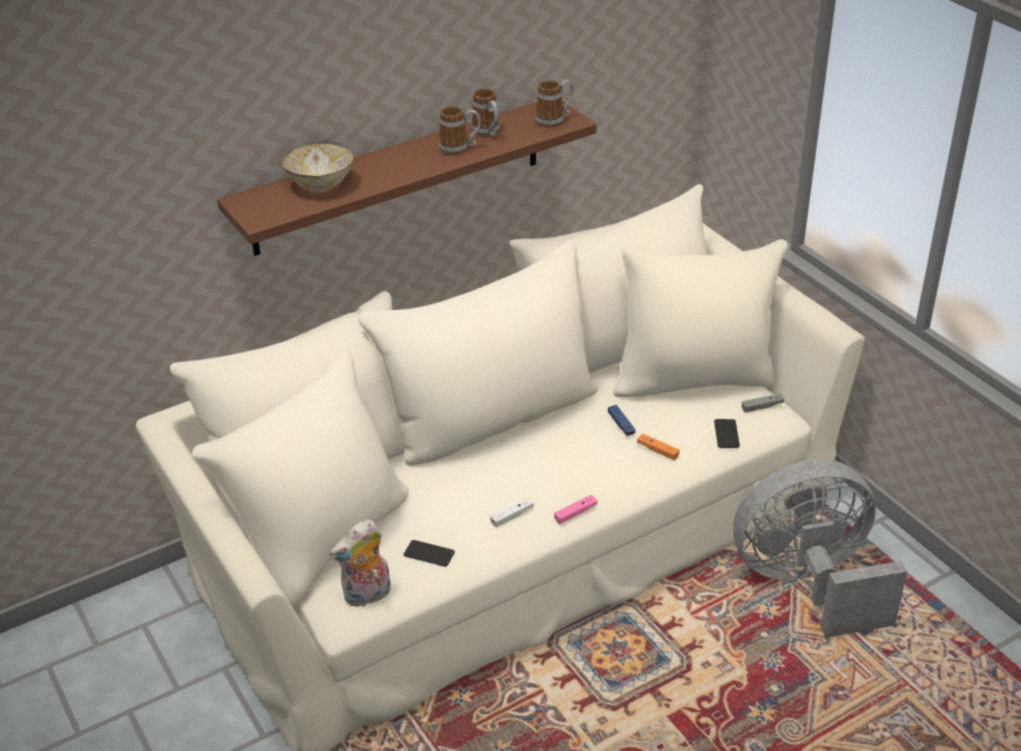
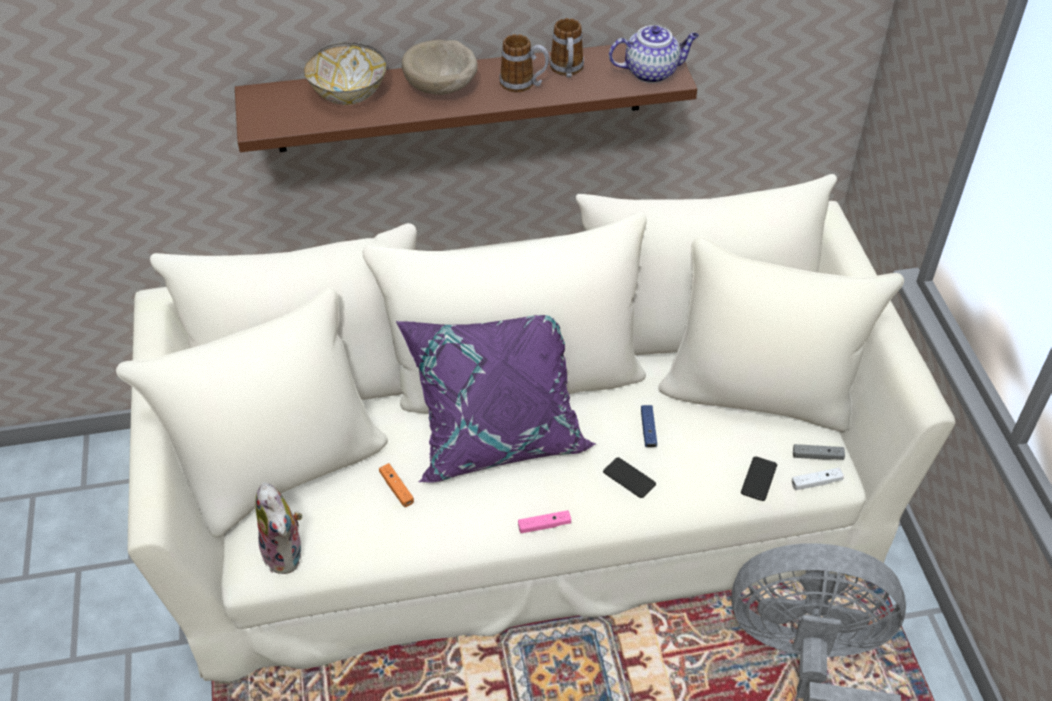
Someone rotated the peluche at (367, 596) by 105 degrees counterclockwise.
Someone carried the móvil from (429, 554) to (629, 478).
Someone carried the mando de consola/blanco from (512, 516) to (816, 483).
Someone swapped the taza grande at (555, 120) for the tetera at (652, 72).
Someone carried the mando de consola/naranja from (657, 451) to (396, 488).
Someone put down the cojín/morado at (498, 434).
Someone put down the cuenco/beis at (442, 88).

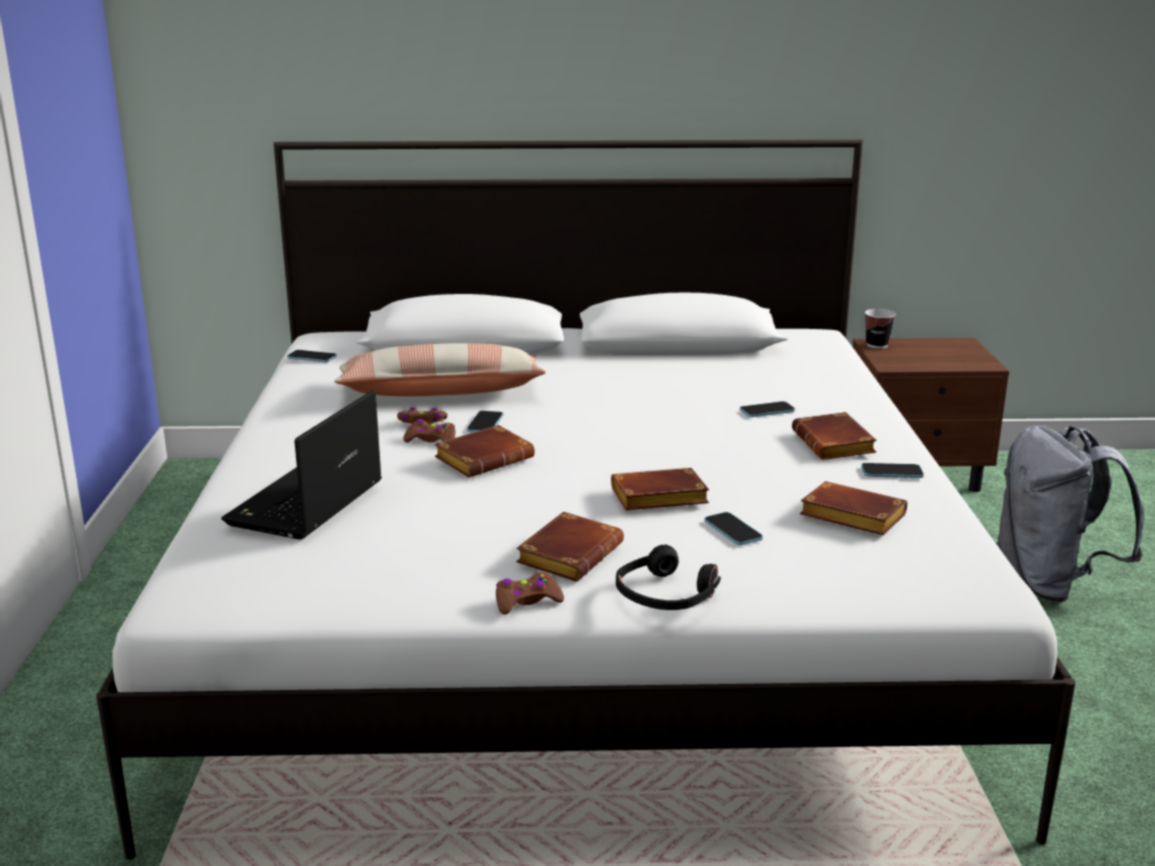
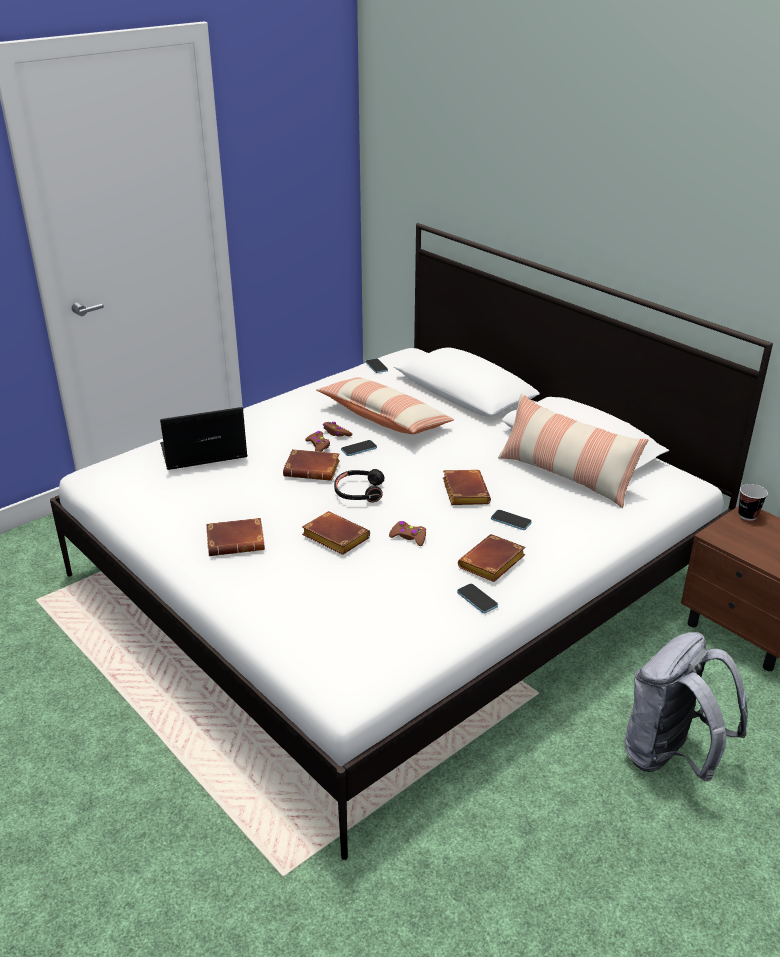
Someone carried the mando de consola/marrón from (527, 601) to (408, 537).
Someone carried the auriculares/negro from (665, 595) to (359, 492).
Someone took away the móvil at (733, 530).
Someone carried the libro/marrón from (849, 517) to (463, 491).
Someone put down the cojín at (566, 475).

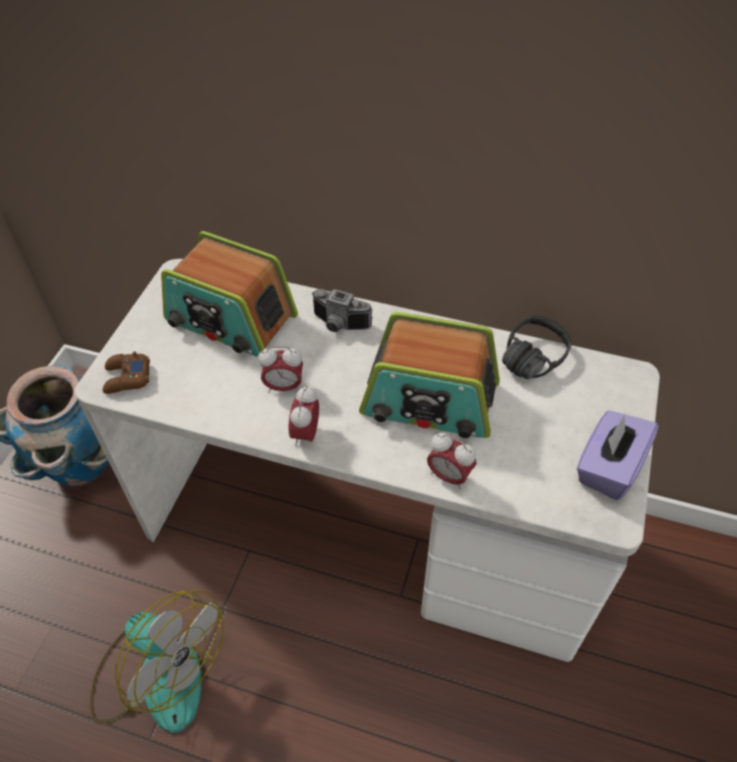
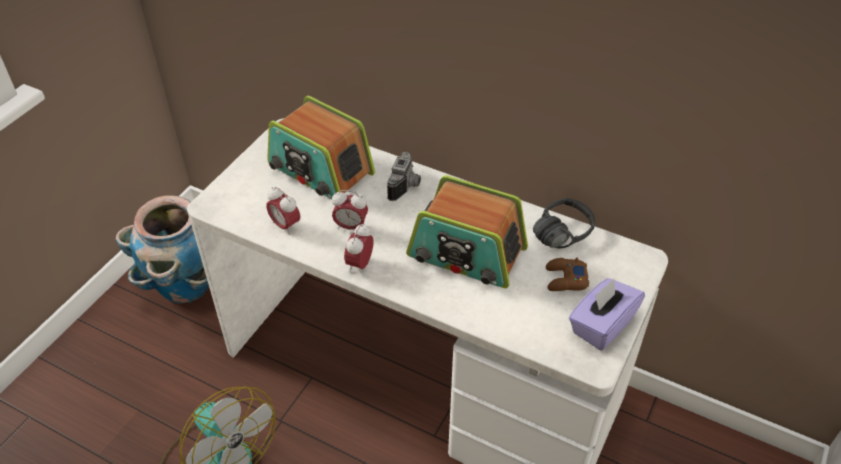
Someone carried the mando de consola/marrón from (126, 378) to (565, 279).
Someone rotated the cámara at (338, 325) by 105 degrees counterclockwise.
Someone carried the despertador from (449, 476) to (285, 225).

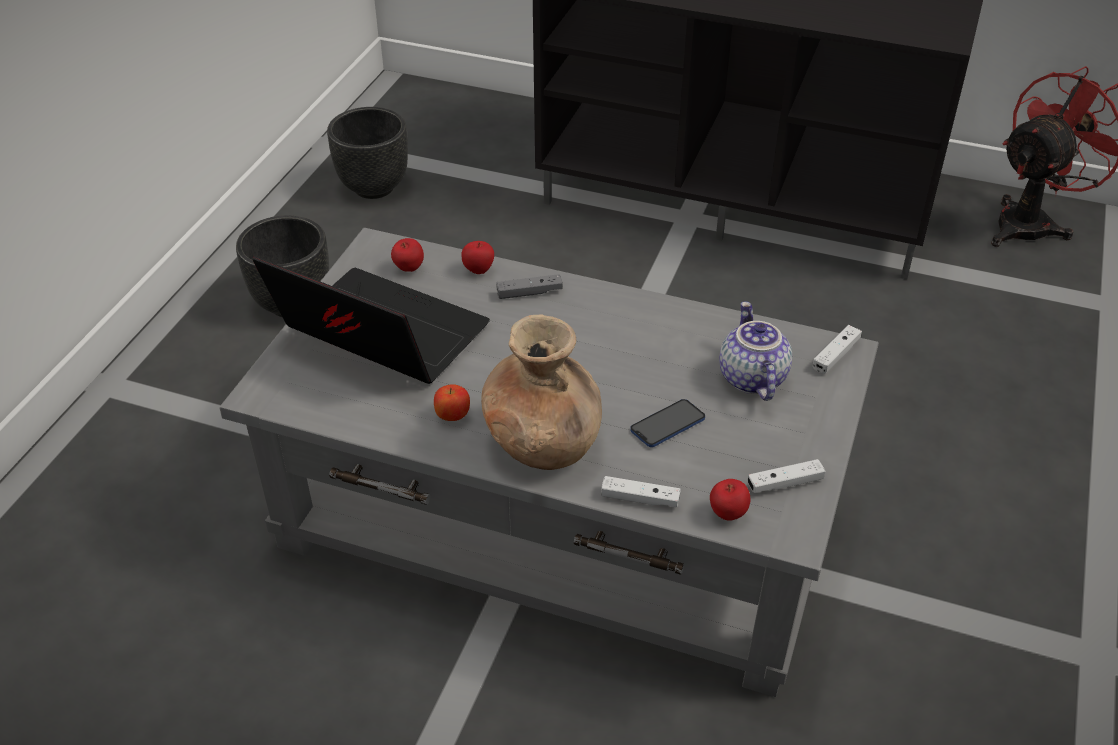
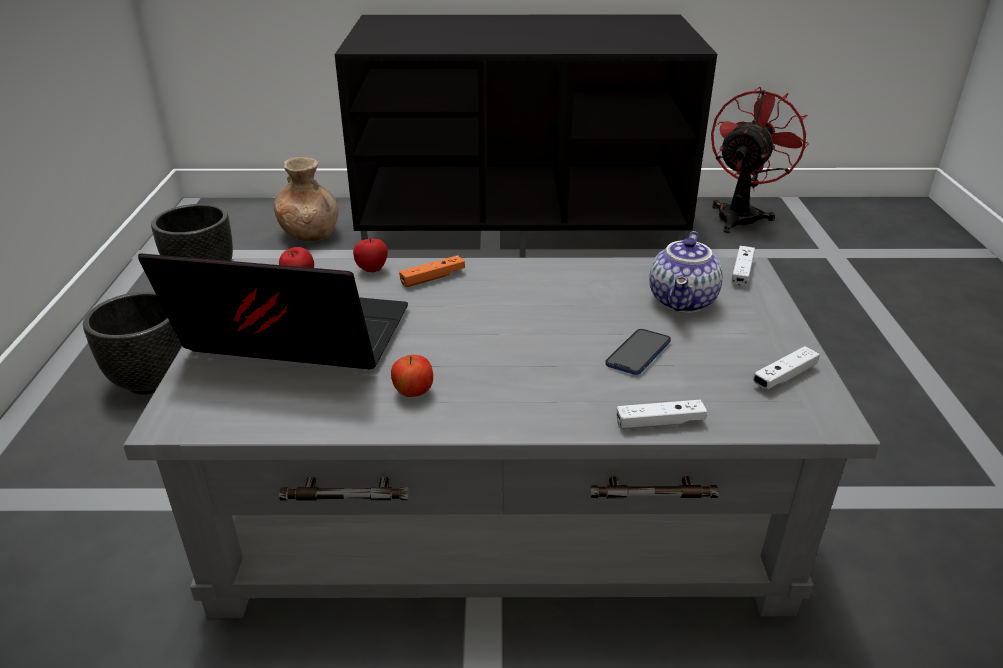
Someone carried the florero/marrón from (543, 444) to (310, 234).
Someone repainted the mando de consola/gris at (529, 293), which became the mando de consola/naranja at (433, 278).
Someone took away the manzana at (727, 514).
Someone rotated the tetera at (750, 378) by 135 degrees counterclockwise.

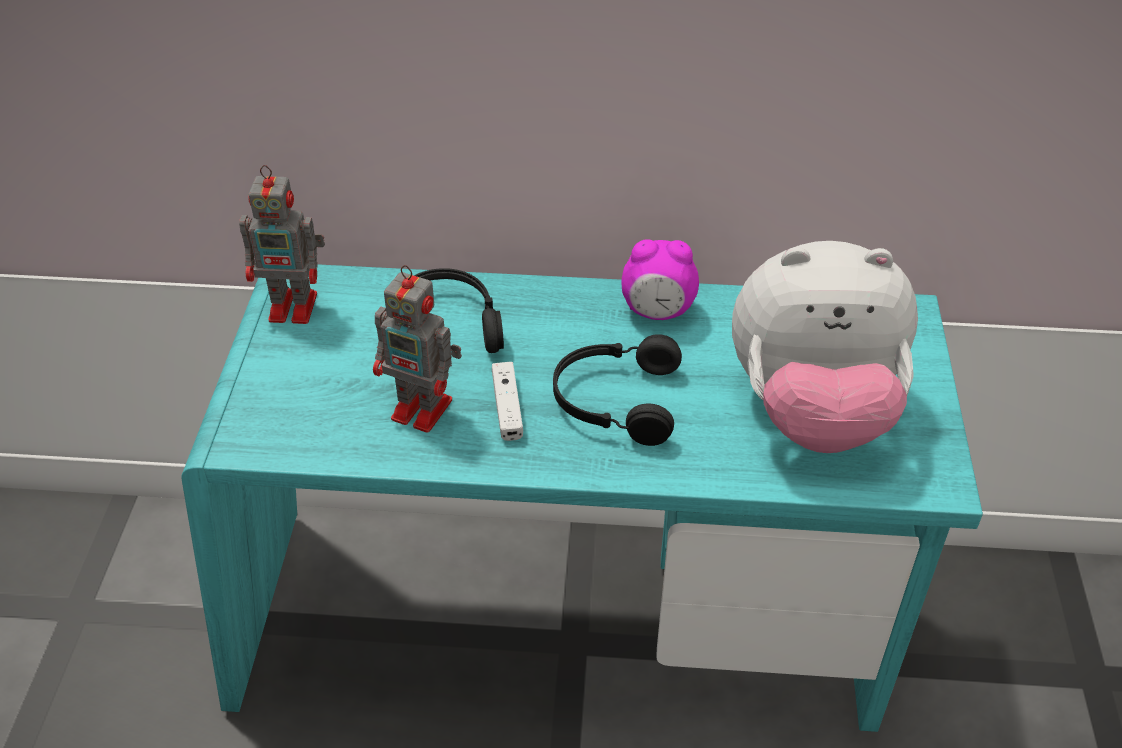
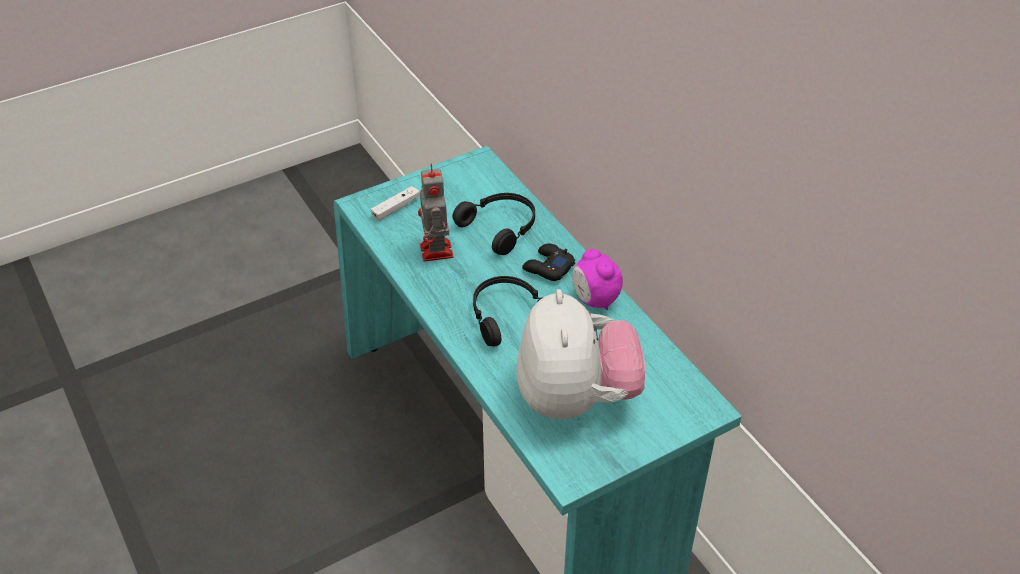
Someone took away the robot de juguete at (296, 307).
Someone carried the mando de consola/blanco from (507, 408) to (396, 208).
Someone rotated the peluche at (812, 412) by 150 degrees counterclockwise.
Someone put down the mando de consola/negro at (548, 267).

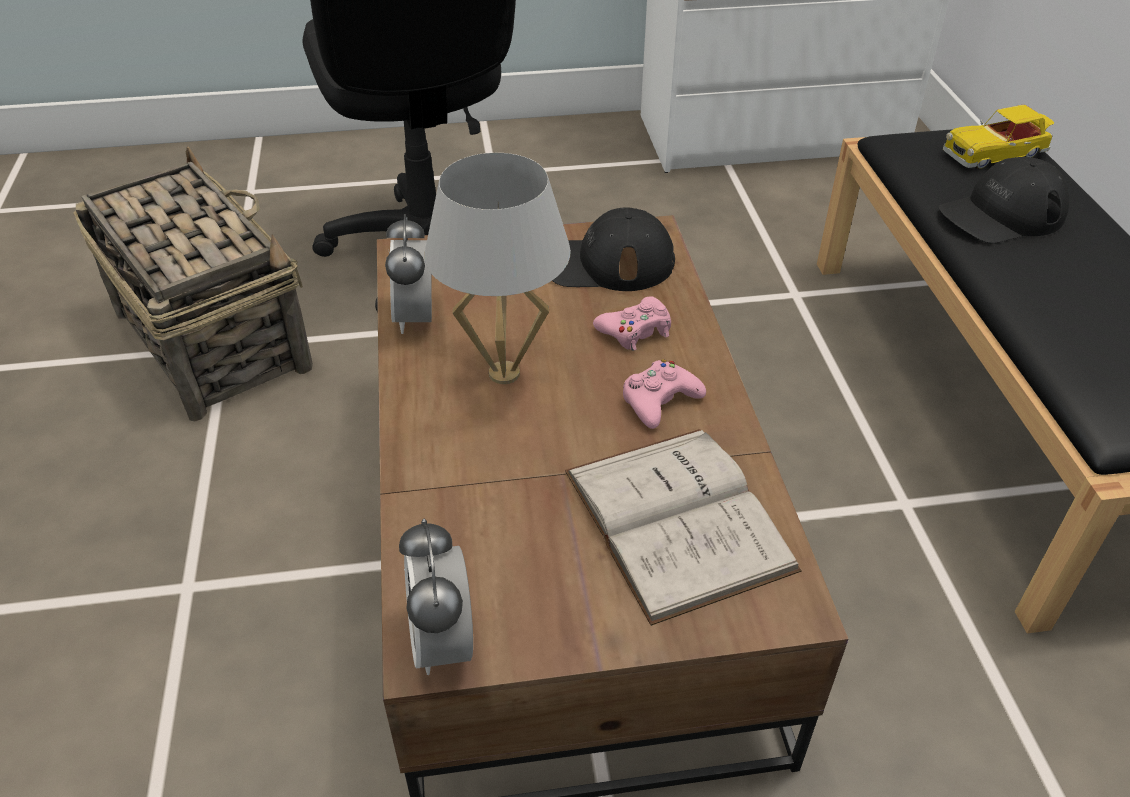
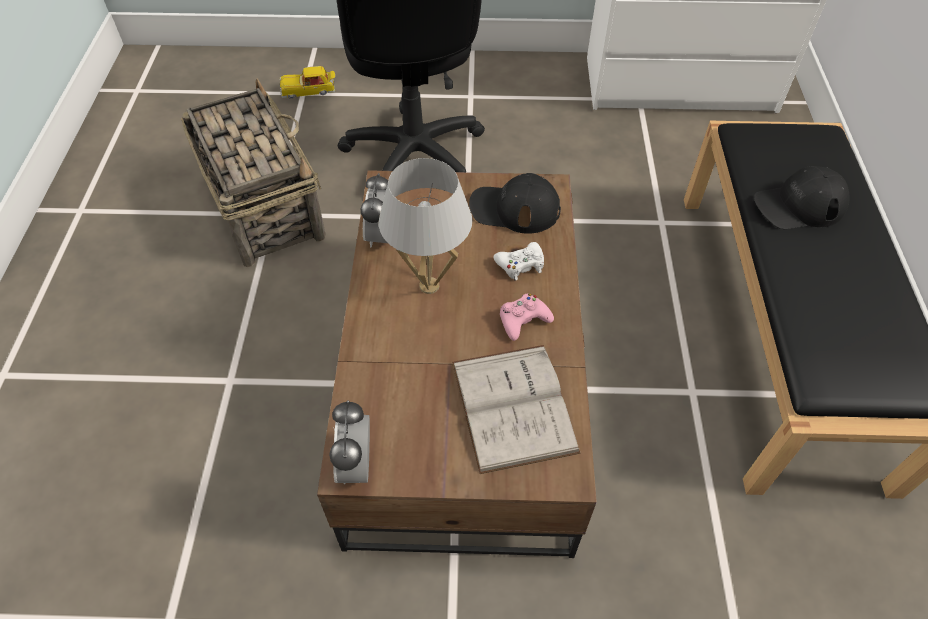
Someone repainted the mando de consola/rosa at (635, 331), which became the mando de consola/blanco at (520, 265).
Someone carried the coche de juguete from (996, 153) to (309, 90).

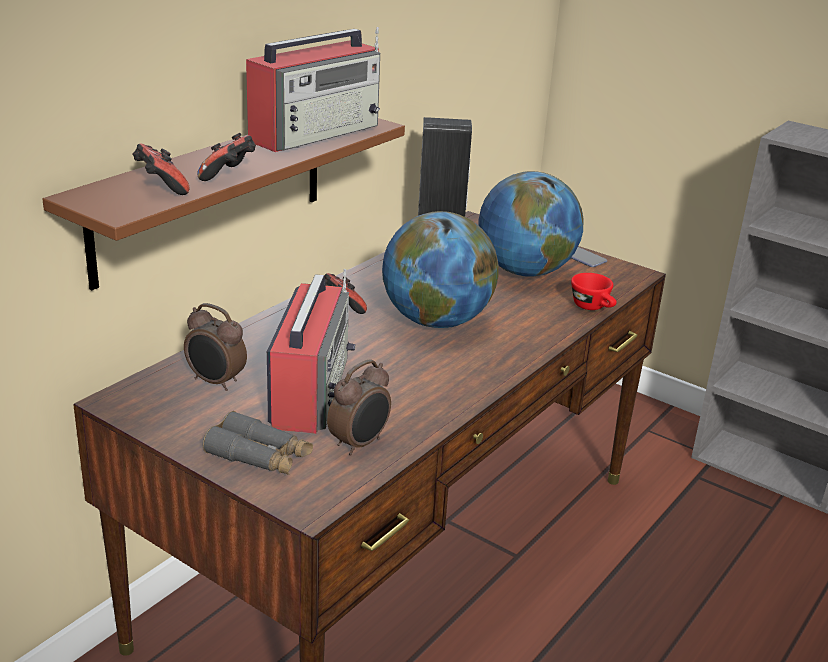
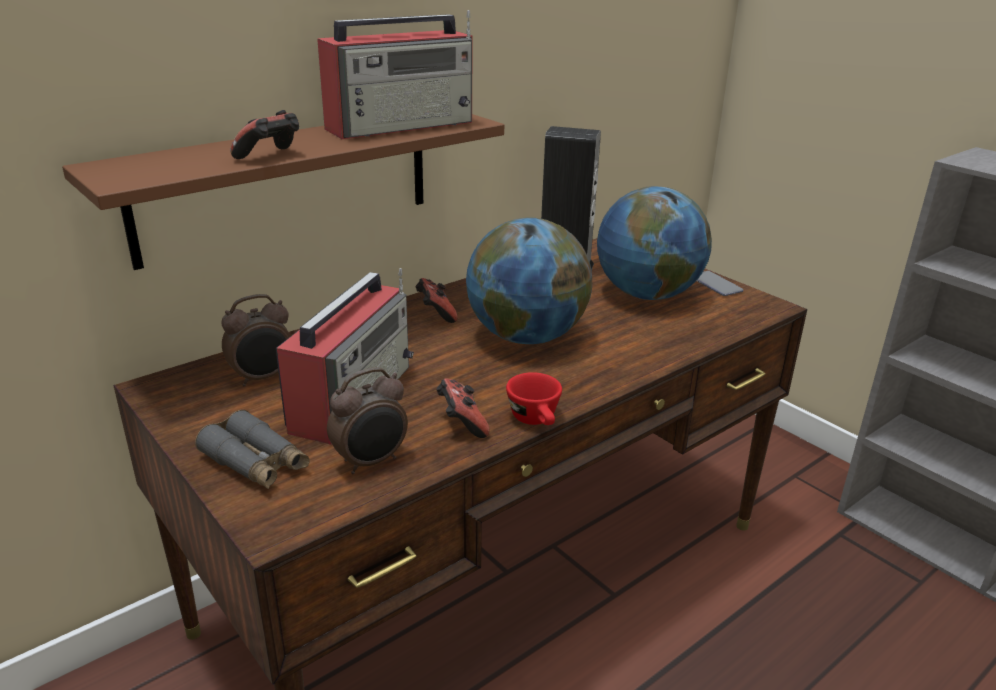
Someone carried the mando de consola from (160, 187) to (461, 423).
Someone rotated the despertador at (215, 382) by 75 degrees counterclockwise.
Someone carried the taza/rojo from (593, 307) to (536, 420).

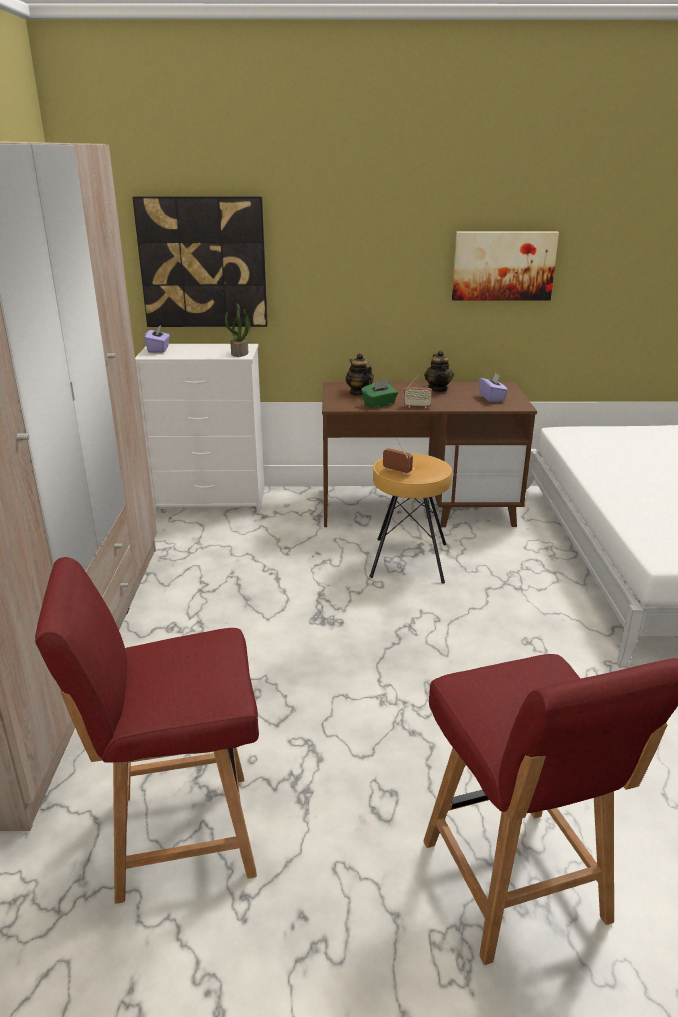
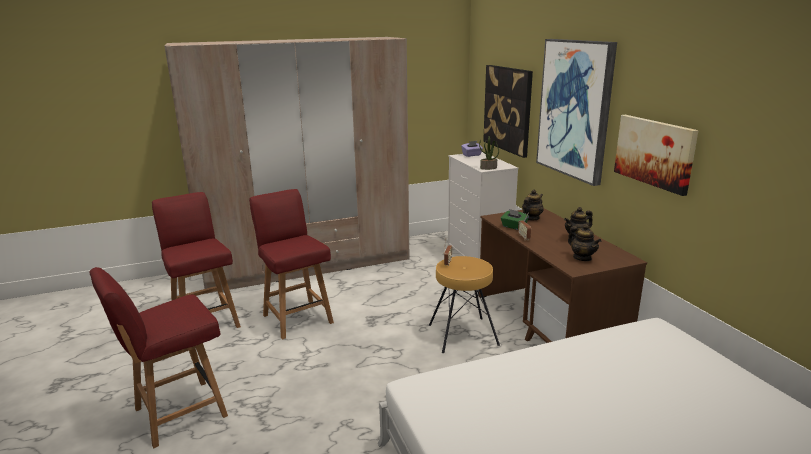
Someone swapped the caja de pañuelos/morado at (492, 398) for the tetera at (582, 258).
Someone put down the silla/rojo at (297, 318).
Someone put up the cuadro at (575, 109).

